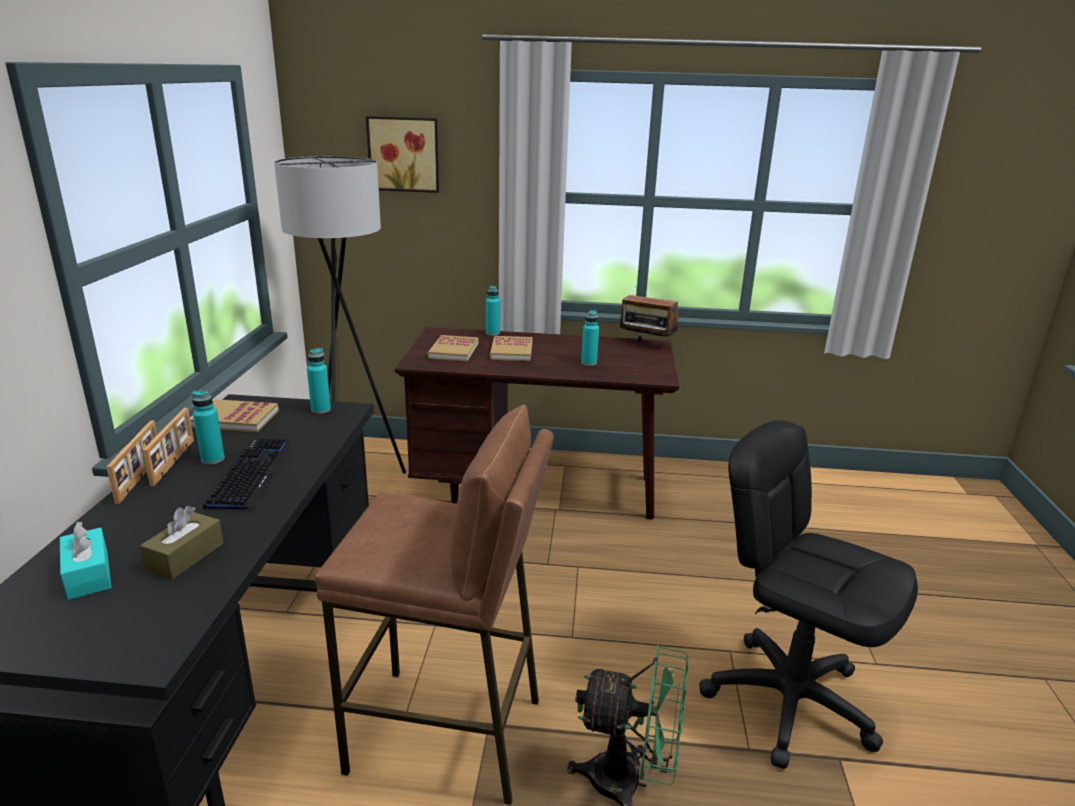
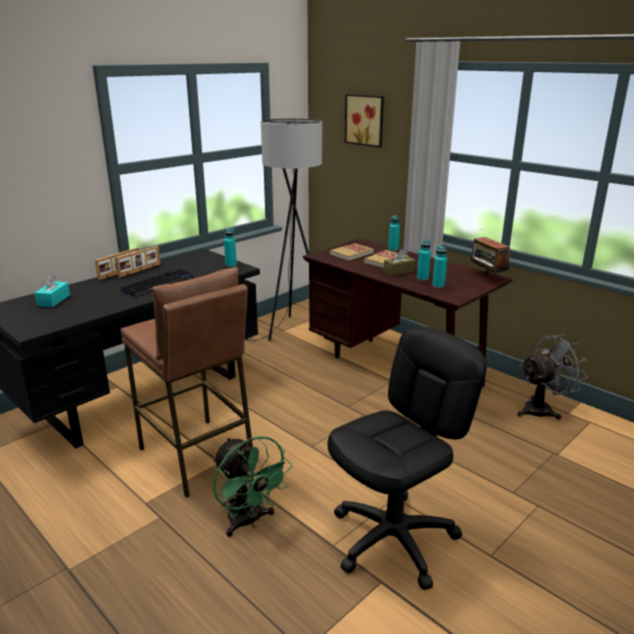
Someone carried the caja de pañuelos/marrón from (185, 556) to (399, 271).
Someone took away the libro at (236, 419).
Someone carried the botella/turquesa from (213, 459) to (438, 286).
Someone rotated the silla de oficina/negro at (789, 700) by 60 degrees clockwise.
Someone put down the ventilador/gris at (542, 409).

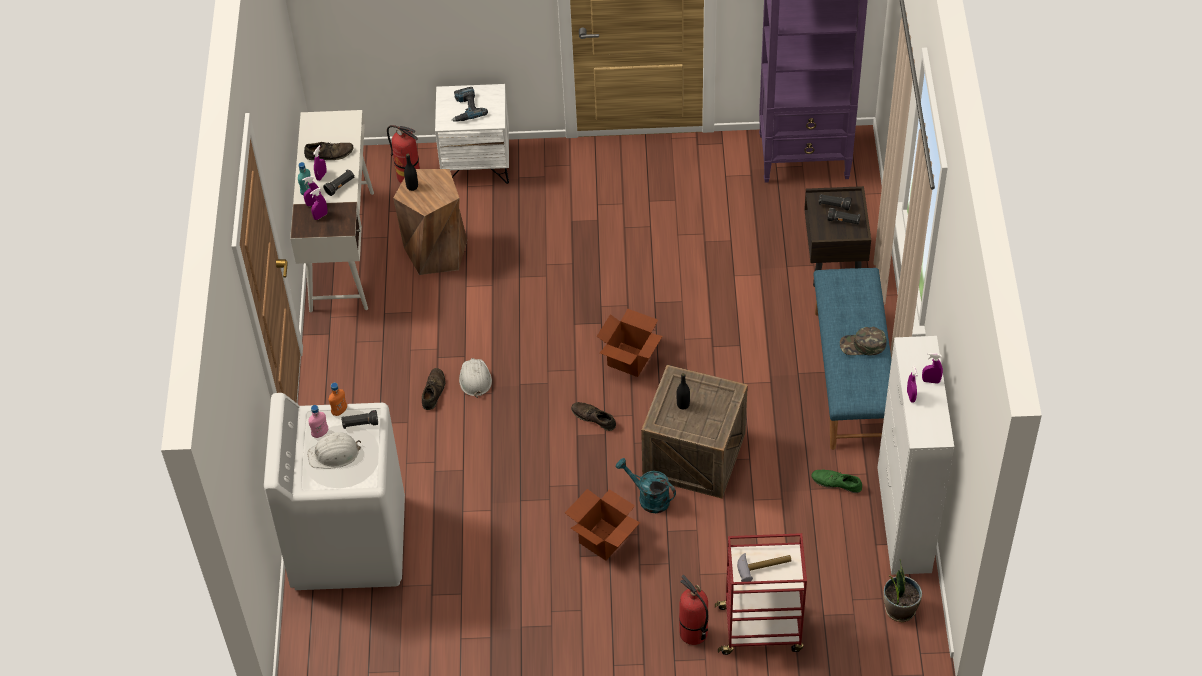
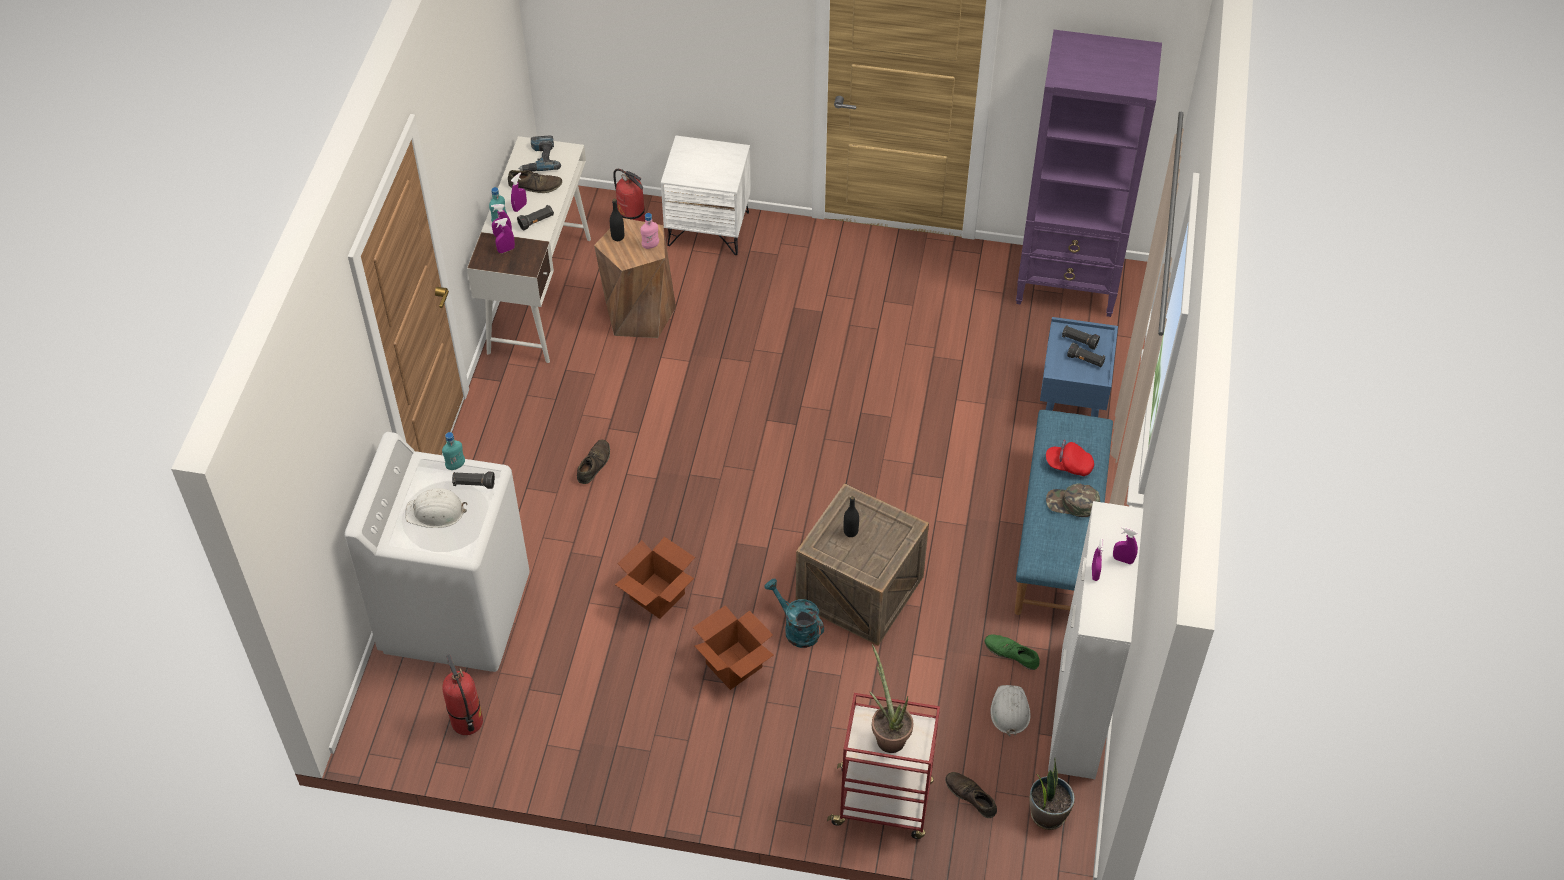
Someone carried the botella/rosa from (320, 433) to (650, 245).
Someone repainted the botella/naranja at (339, 411), which became the botella/turquesa at (455, 466).
Someone carried the taladro from (465, 108) to (539, 159).
Someone carried the casco/blanco from (475, 379) to (1009, 711).
Someone carried the zapato/marrón from (594, 418) to (971, 796).
Someone carried the caja de cartón from (629, 359) to (657, 596).
Someone carried the extintor from (693, 633) to (466, 722).
Someone swapped the martillo at (763, 565) for the planta en maceta at (888, 735).
Someone repainted the mesita de noche/marrón at (834, 262), which became the mesita de noche/azul at (1072, 405).
Someone put down the gorra/rojo at (1068, 465).

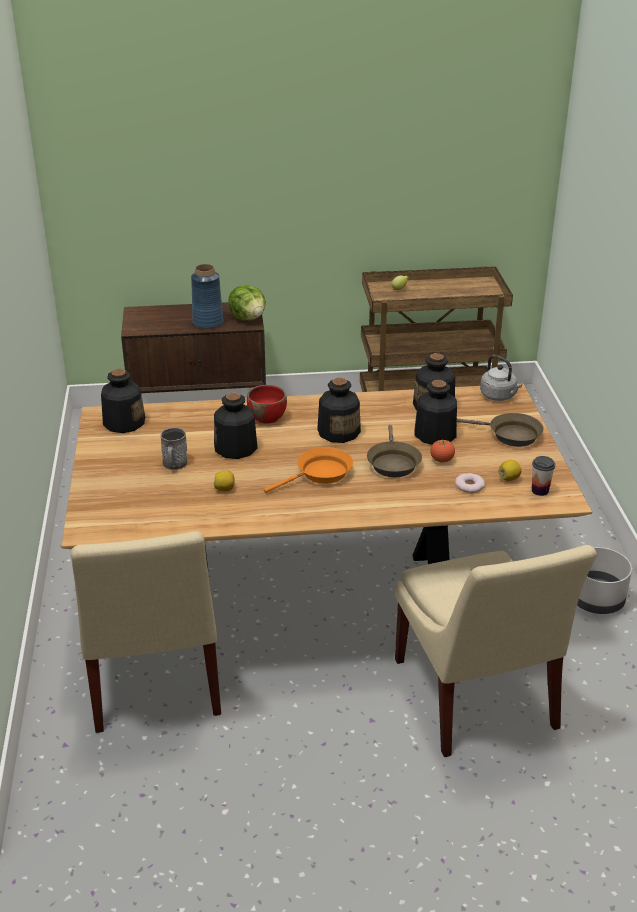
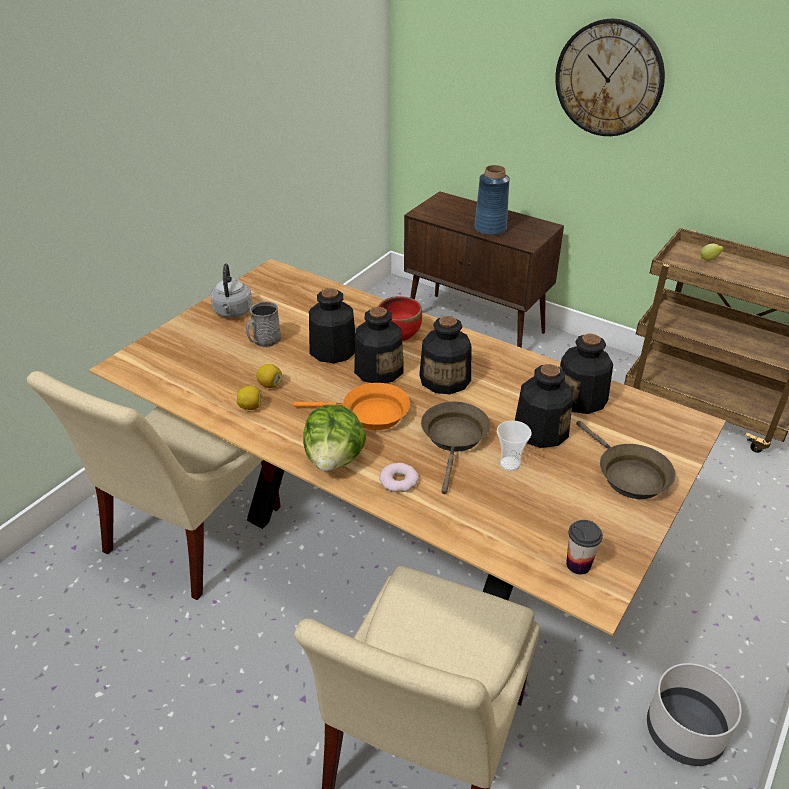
Someone carried the botella from (124, 422) to (378, 369).
Someone carried the lechuga from (248, 318) to (335, 459).
Someone rotated the sartén/marrón at (392, 462) by 150 degrees clockwise.
Someone swapped the tomate at (442, 460) for the taza at (510, 464).
Someone carried the rosquilla from (469, 486) to (399, 481).
Someone carried the hervidor/gris from (499, 396) to (233, 312).
Someone carried the limón from (509, 478) to (251, 407).
Someone put up the reloj de pared at (609, 78).

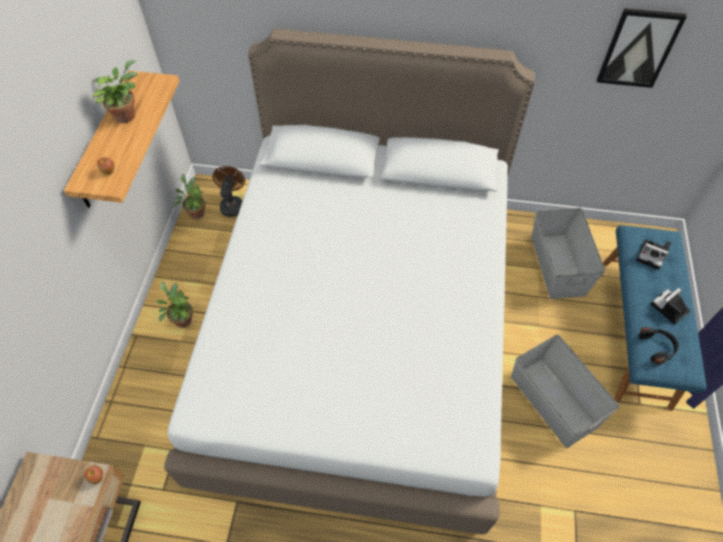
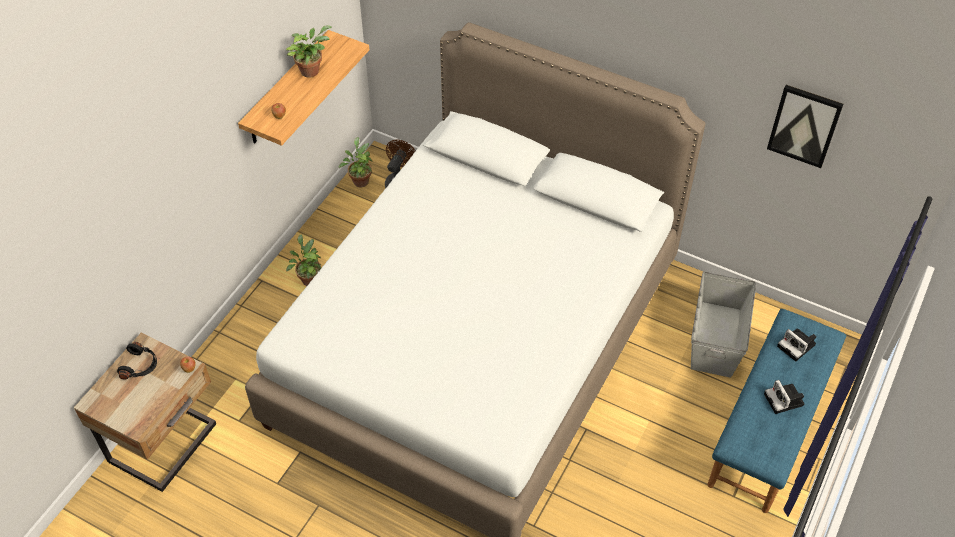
Someone took away the caja de almacenaje/gris at (553, 401).
Someone carried the auriculares/negro from (657, 347) to (140, 366).
Someone rotated the cámara at (669, 309) by 90 degrees counterclockwise.

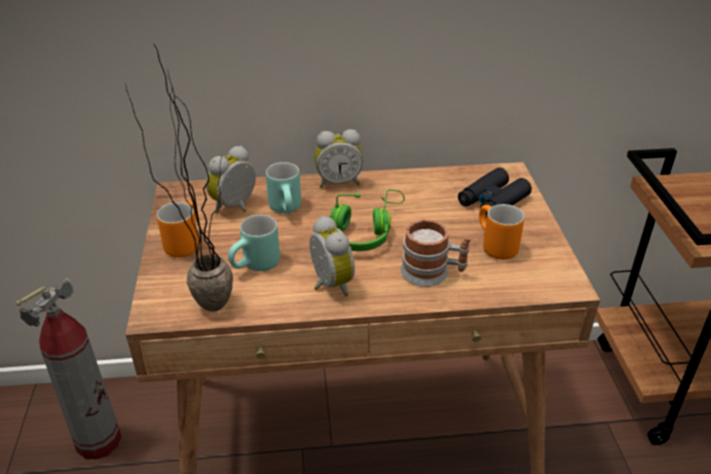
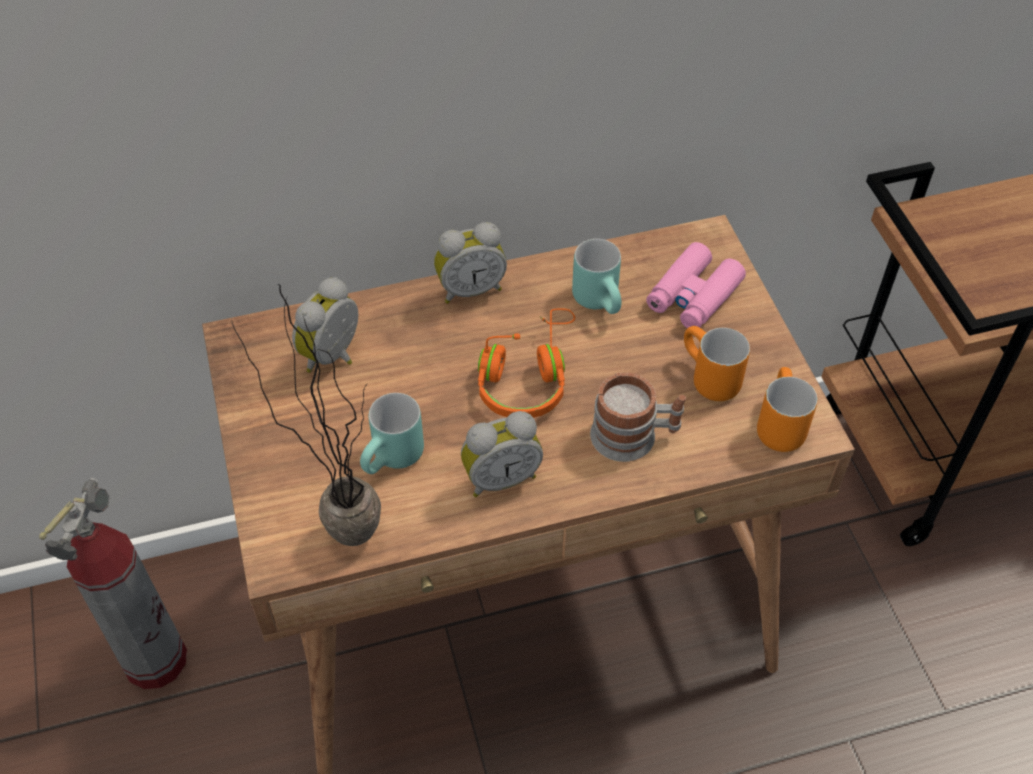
Someone carried the taza grande/naranja from (183, 243) to (776, 424).
Someone carried the taza grande/turquesa from (288, 210) to (602, 302).
Someone rotated the despertador at (329, 285) by 105 degrees clockwise.
Someone repainted the auriculares/verde at (364, 231), which became the auriculares/naranja at (527, 377).
Someone repainted the prismáticos/negro at (492, 201), which became the prismáticos/rosa at (693, 296).

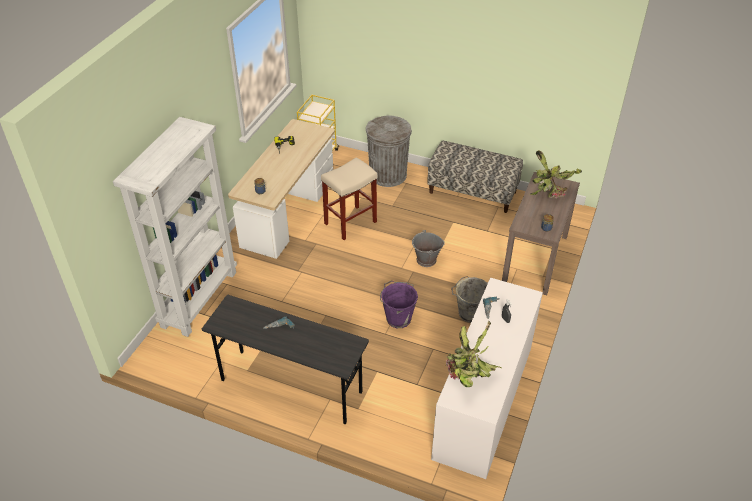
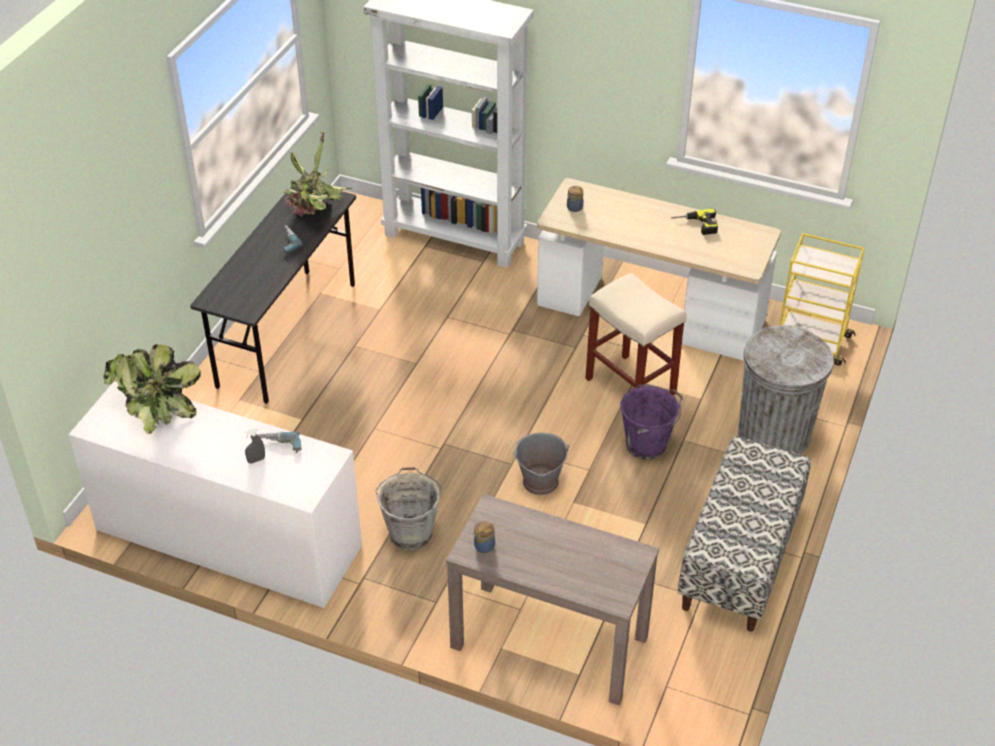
Someone carried the cubo/morado from (398, 318) to (647, 444).
Someone carried the planta en maceta from (551, 192) to (316, 211).

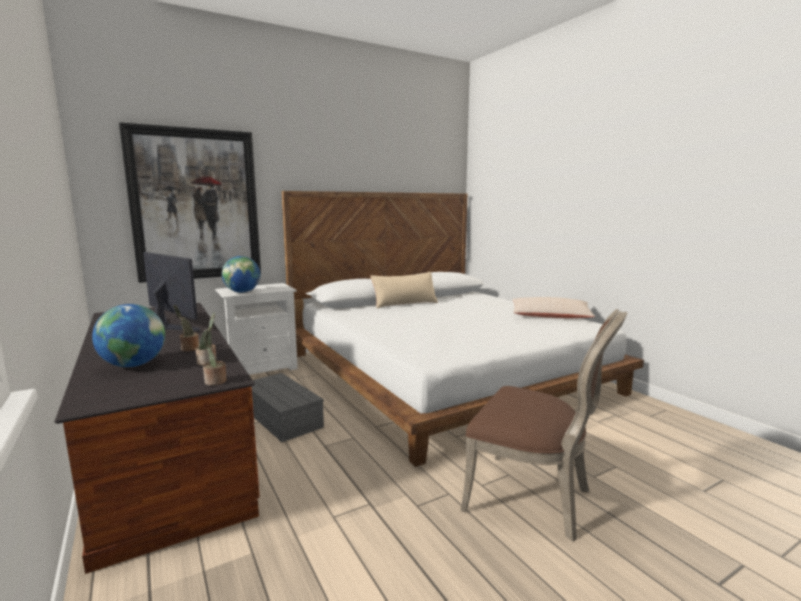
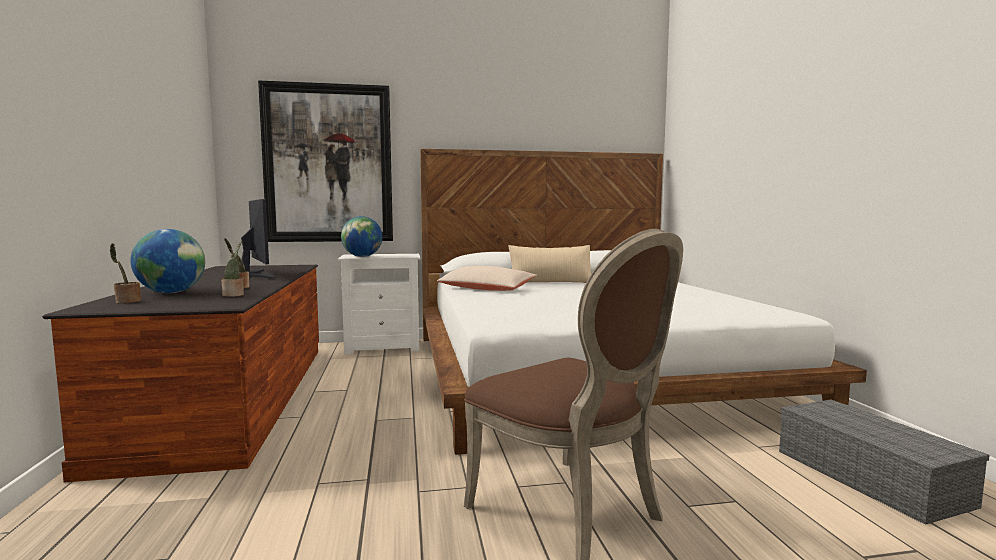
Someone carried the planta en maceta from (215, 382) to (126, 302).
Someone carried the caja de almacenaje/gris from (284, 418) to (873, 477).
Someone carried the cojín/beis from (550, 316) to (486, 289).

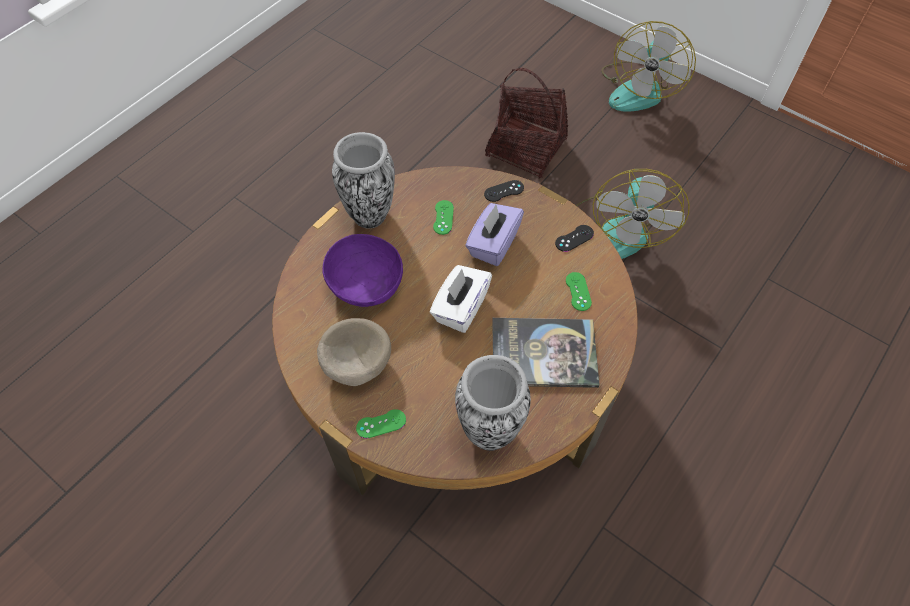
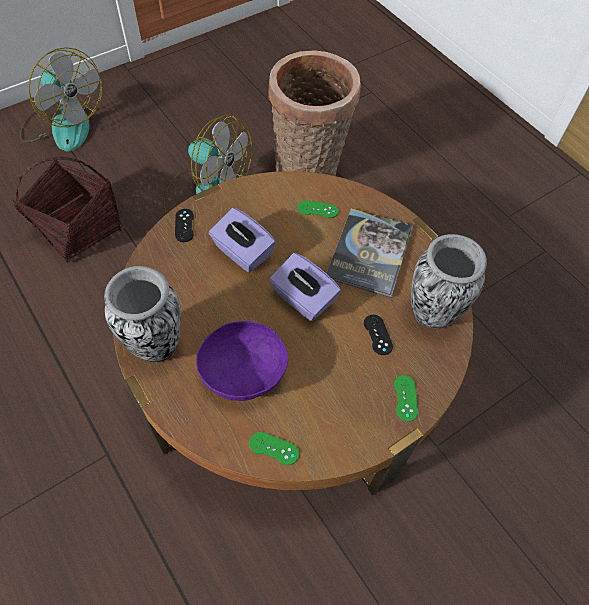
Someone took away the cuenco/beis at (355, 363).
Someone repainted the caja de pañuelos/blanco at (460, 308), which became the caja de pañuelos/morado at (303, 299).
Someone carried the mando de consola/verde from (443, 217) to (274, 448).
Someone carried the mando de consola/negro from (574, 238) to (378, 335).
Someone put down the cesta at (308, 171).

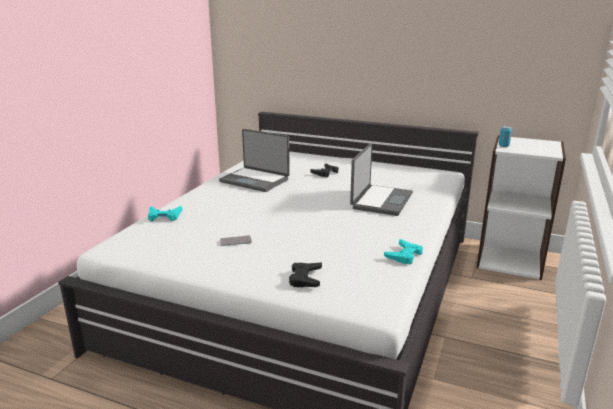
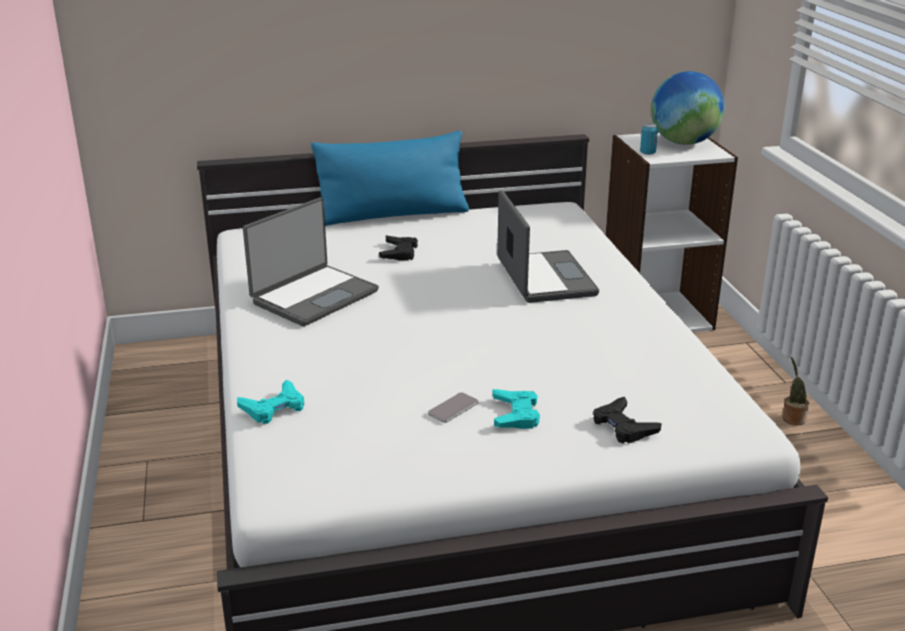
Someone rotated the portátil at (255, 180) by 45 degrees counterclockwise.
Someone carried the mando de consola/turquesa from (404, 255) to (515, 414).
Someone put down the cojín/azul at (392, 215).
Someone put down the globo terráqueo at (684, 143).
Someone put down the planta en maceta at (792, 418).

